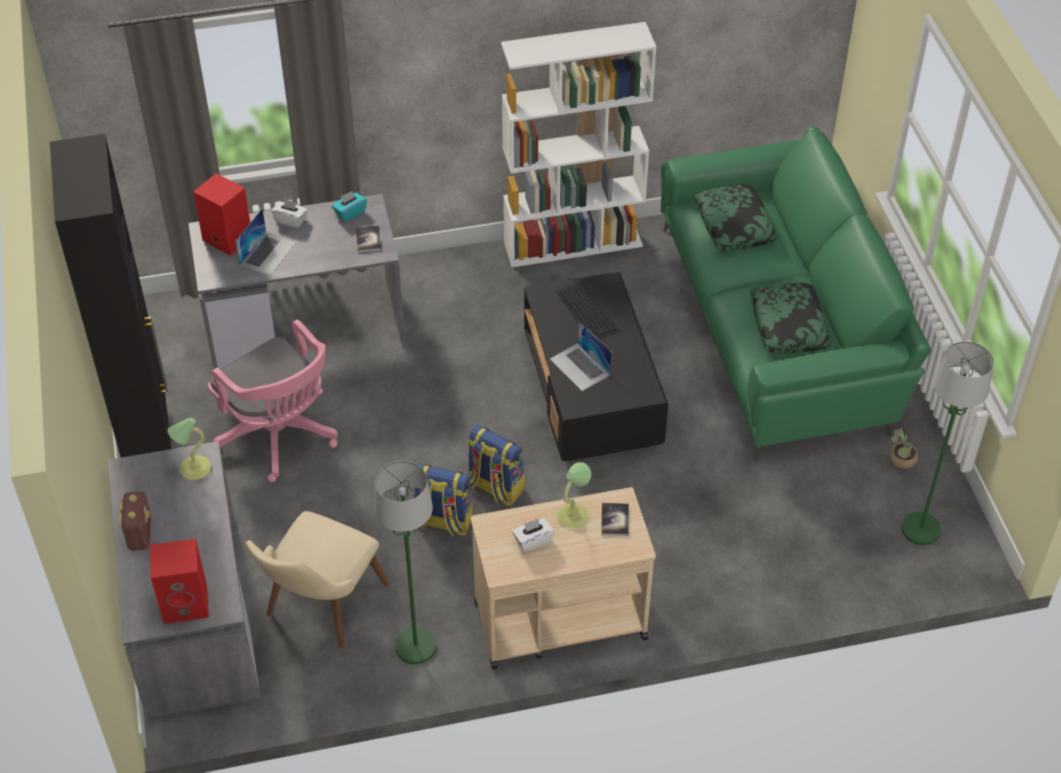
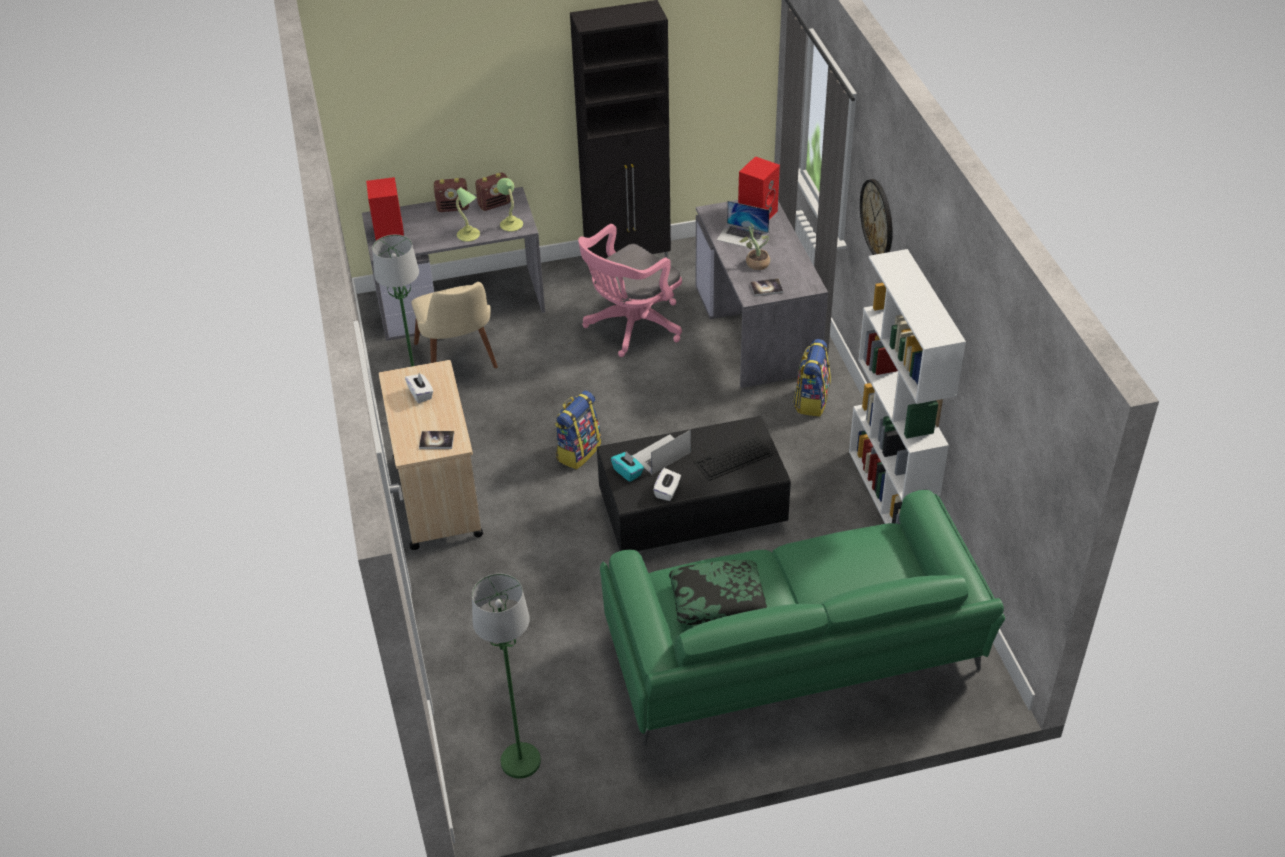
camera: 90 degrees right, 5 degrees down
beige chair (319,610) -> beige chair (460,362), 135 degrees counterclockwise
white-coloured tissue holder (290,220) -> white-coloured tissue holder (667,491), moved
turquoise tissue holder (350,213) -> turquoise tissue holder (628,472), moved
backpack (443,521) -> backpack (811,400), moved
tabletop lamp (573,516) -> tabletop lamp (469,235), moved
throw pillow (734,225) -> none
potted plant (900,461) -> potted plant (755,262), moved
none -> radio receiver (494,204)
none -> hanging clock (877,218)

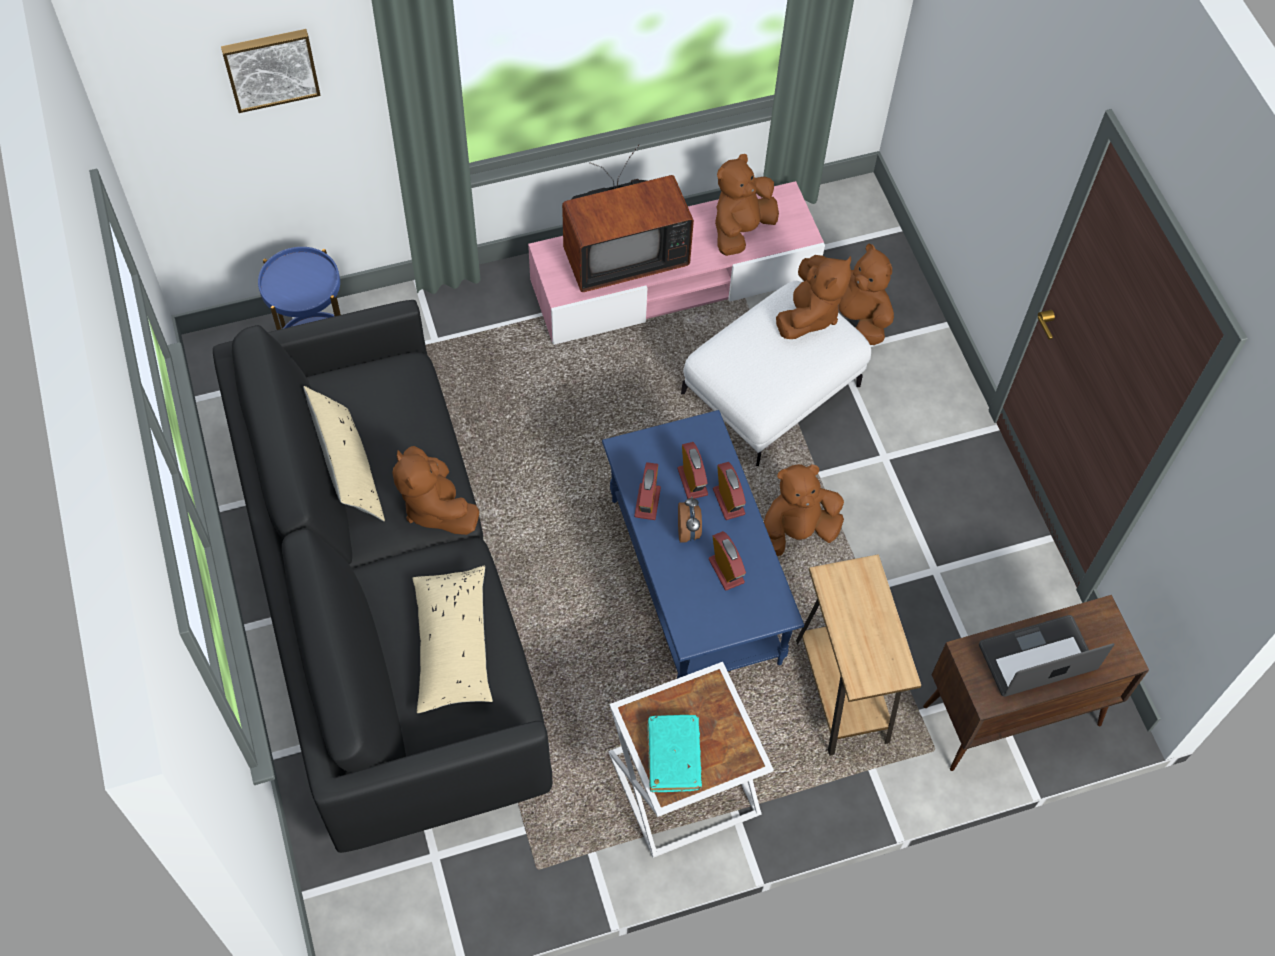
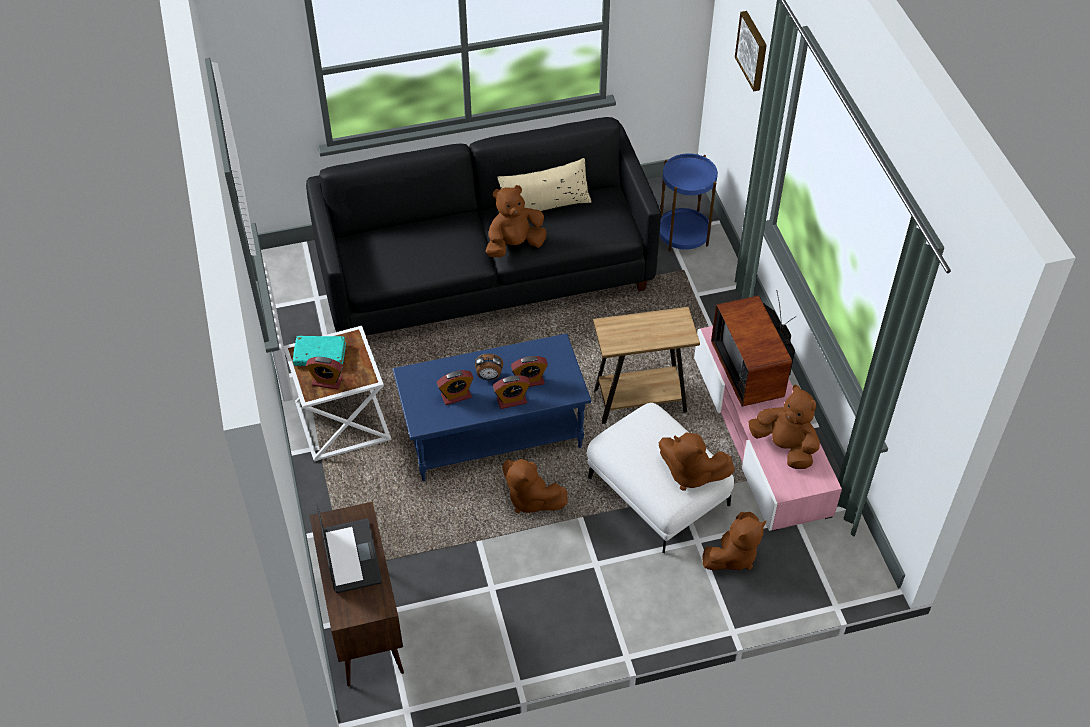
camera: 95 degrees right, 10 degrees down
beige throw pillow (453,645) -> none
alarm clock (647,502) -> alarm clock (327,382), moved
brown plush toy (796,532) -> brown plush toy (530,499), 150 degrees clockwise
brown side table (841,691) -> brown side table (640,402), moved

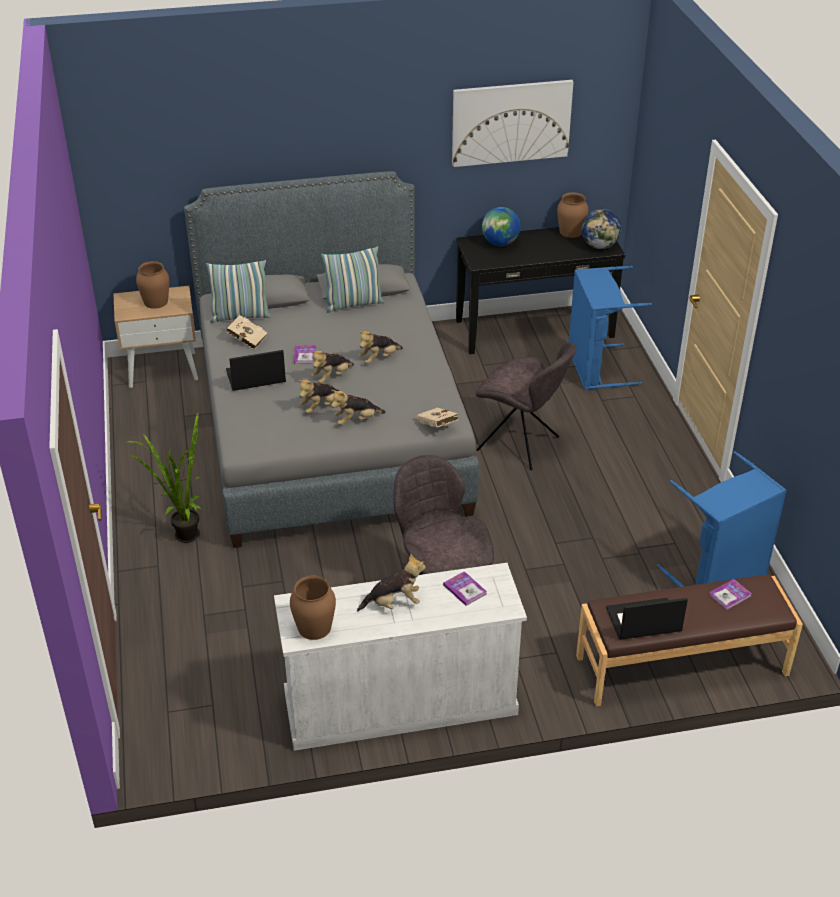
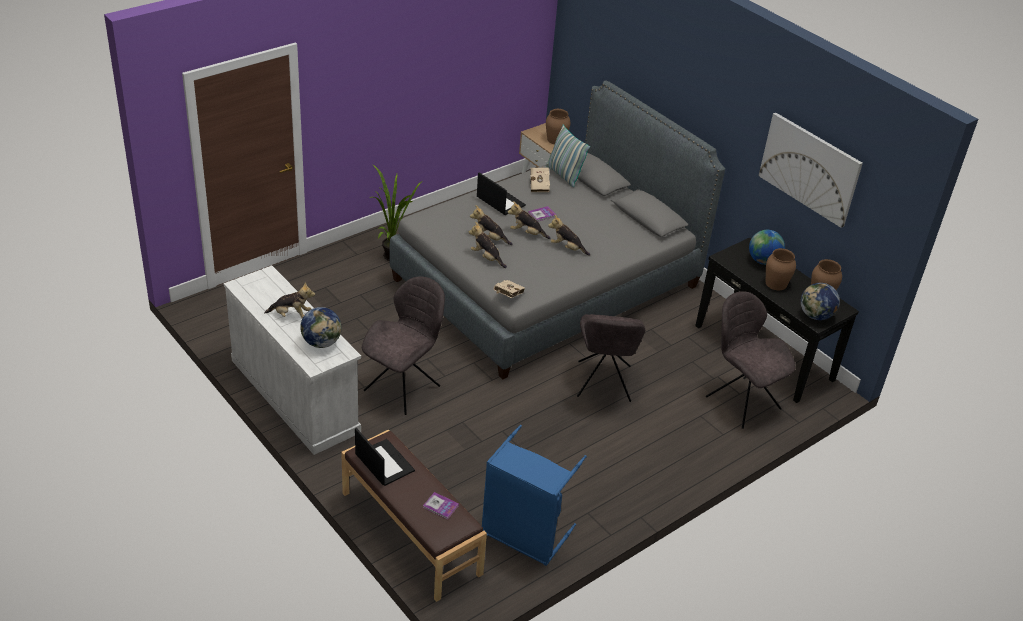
camera: 60 degrees right, 0 degrees up
brown vase (315,627) -> brown vase (776,284), moved
throw pillow (353,304) -> none
plush toy (394,603) -> plush toy (291,315), 45 degrees counterclockwise
book (465,589) -> globe (322,342)
bluish laundry basket (594,368) -> gray chair (741,401)

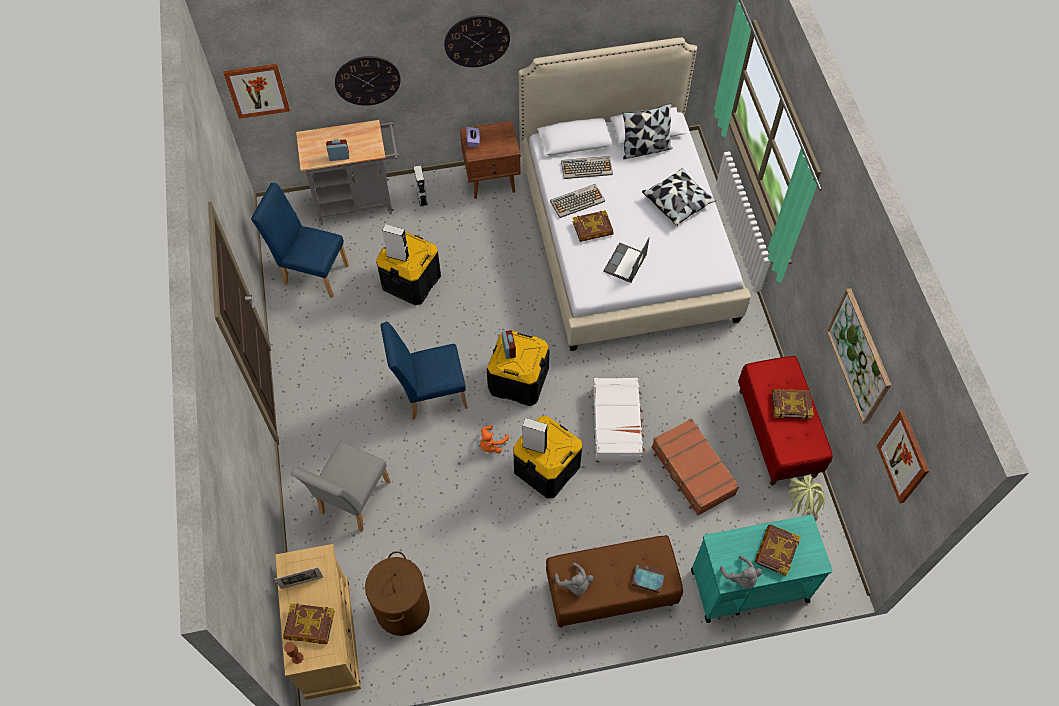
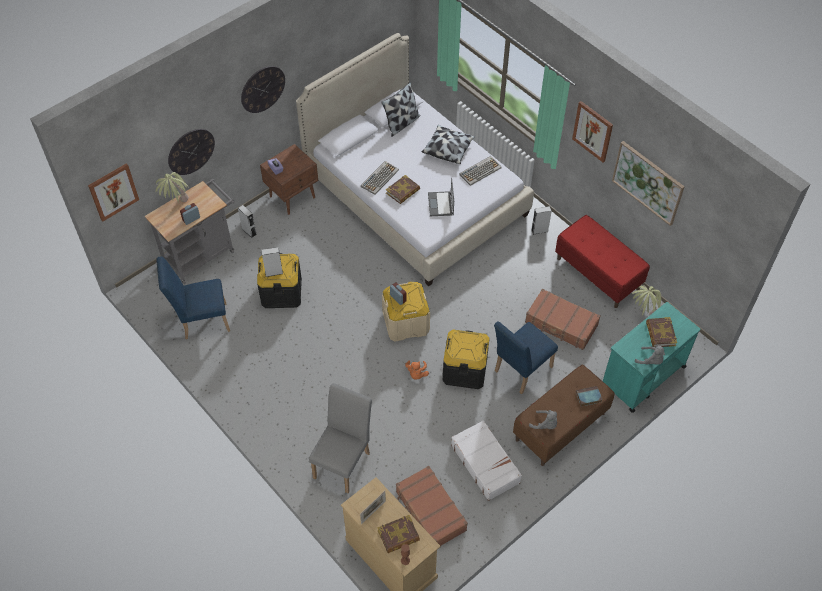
camera: 30 degrees left, 5 degrees down
gray chair (351,502) -> gray chair (344,461), 150 degrees counterclockwise
brown laundry basket (403,609) -> brown travel case (430,511)
bluish chair (429,394) -> bluish chair (520,371), moved
black storage box (518,380) -> beige storage box (405,322)
gray speaker (534,446) -> gray speaker (539,230), moved
computer keyboard (587,168) -> computer keyboard (480,171), moved
white-coloured travel case (617,424) -> white-coloured travel case (485,463), moved
book (791,404) -> none
wall picture (904,457) -> wall picture (593,131), moved
none -> potted plant (177,206)

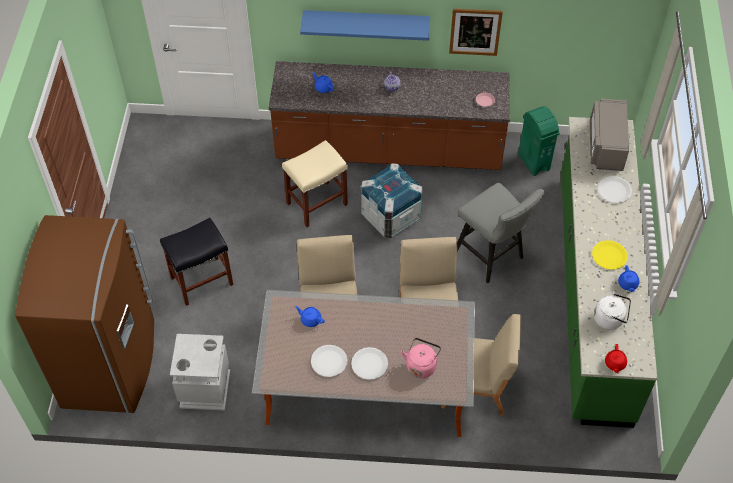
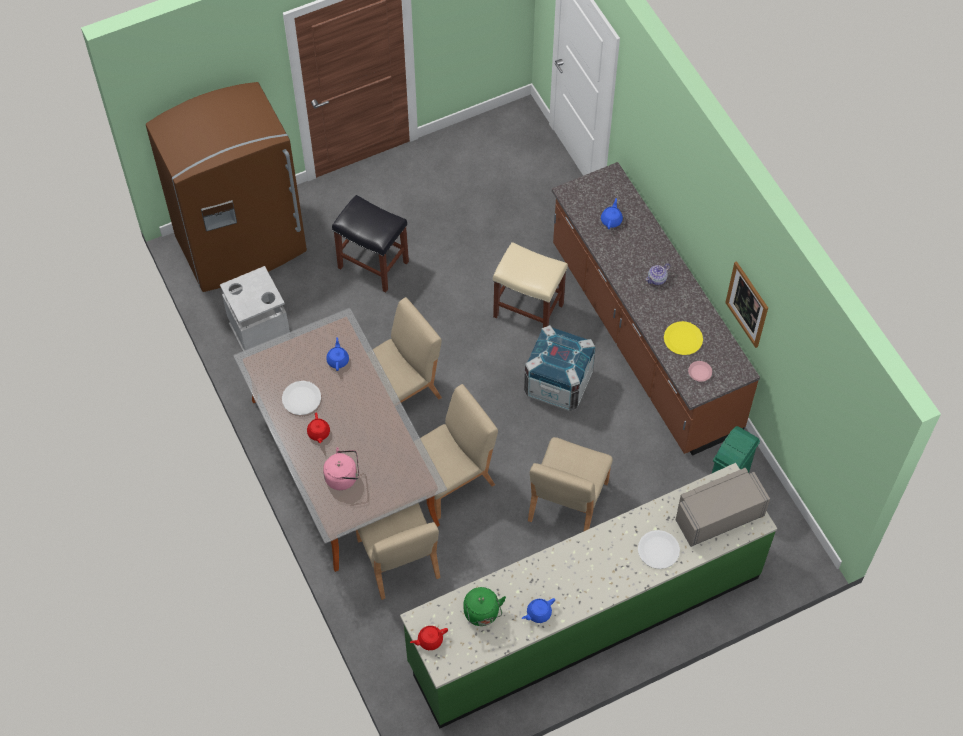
camera: 60 degrees right, 5 degrees up
bluish bracket shelf (366,22) -> none
white-coloured plate (369,364) -> reddish tea pot (318,433)
gray sitting stool (492,258) -> beige chair (567,502)
yellowish plate (609,255) -> yellowish plate (683,339), moved
white-coloured tea kettle (610,319) -> green tea kettle (482,614)

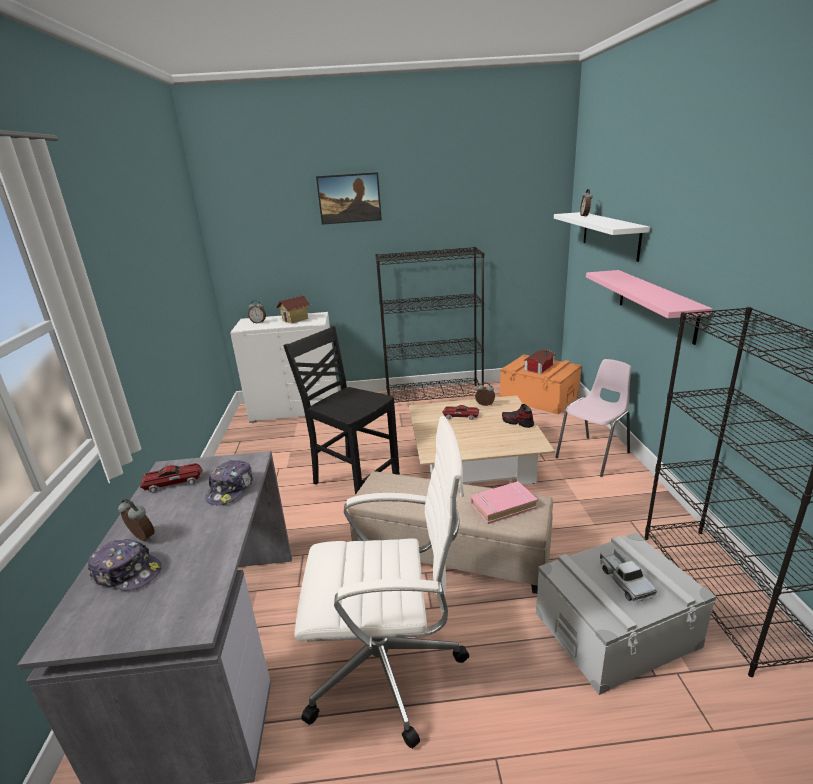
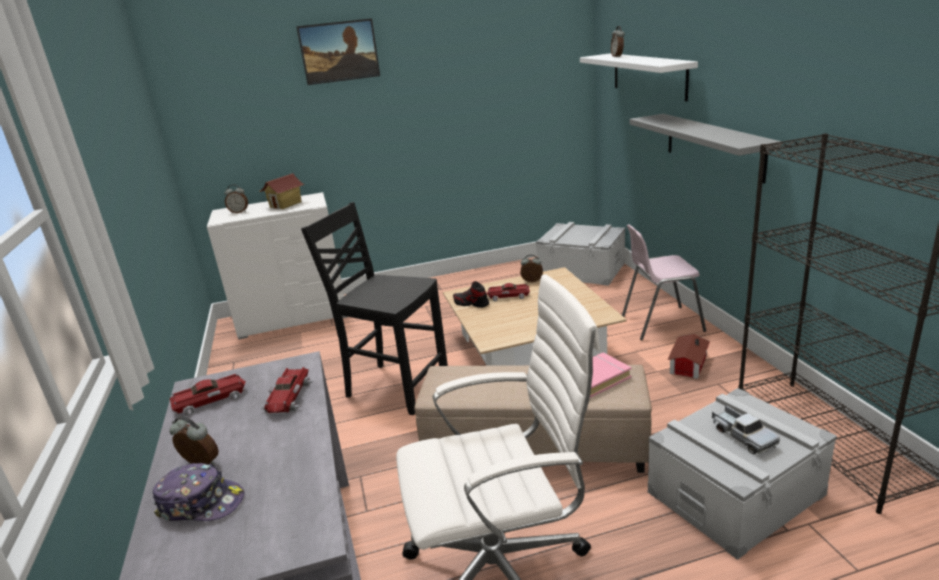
camera: 10 degrees left, 0 degrees up
peaked cap (231,489) -> miniature car (289,397)
black shelving unit (434,395) -> none
orange storage box (539,397) -> gray storage box (582,270)
item of footwear (517,423) -> item of footwear (471,303), moved
miniature house (538,367) -> miniature house (686,364), moved
pink-coloured chair (594,455) -> pink-coloured chair (660,323), 135 degrees counterclockwise
pink-coloured bracket shelf (656,304) -> gray bracket shelf (713,146)

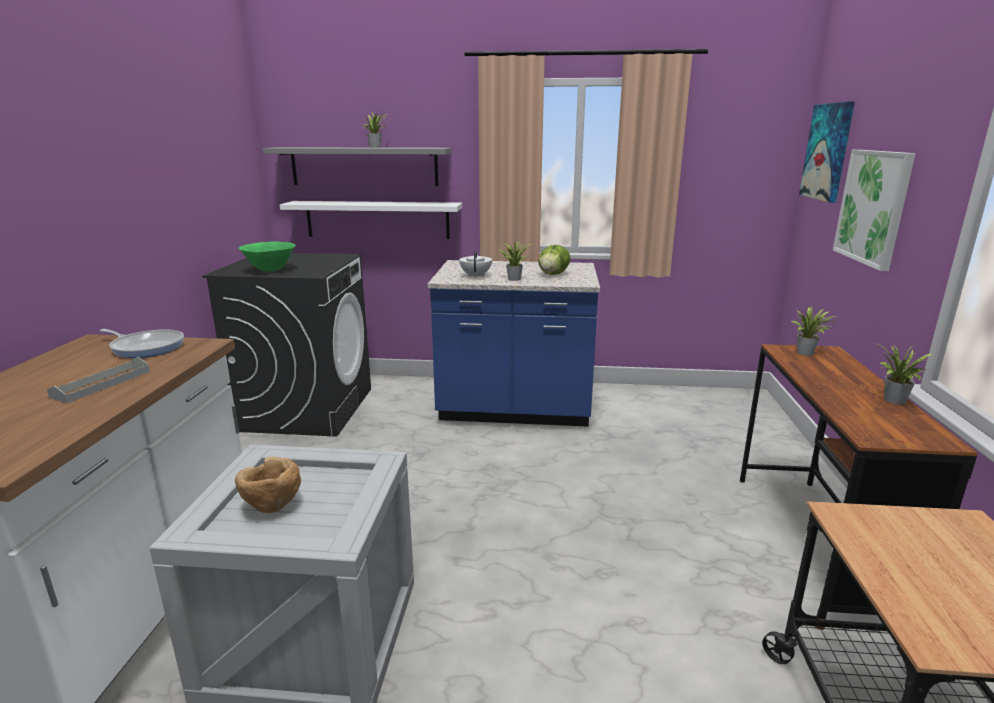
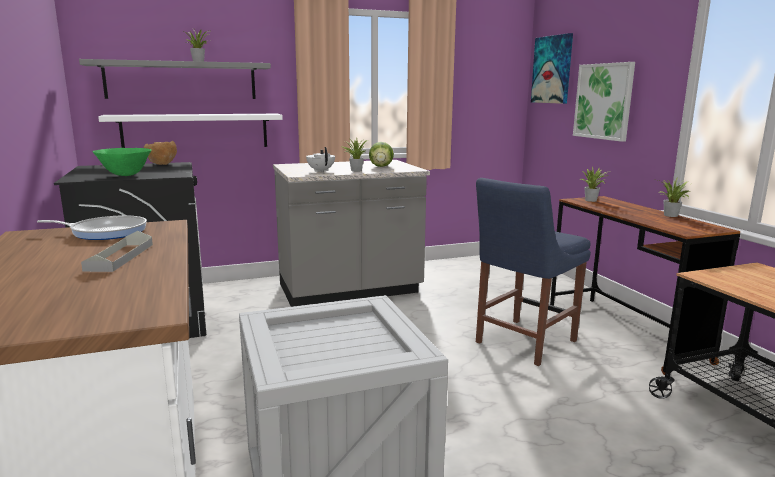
camera: 25 degrees left, 5 degrees down
brown deep dish (271,507) -> brown deep dish (162,164), moved
bluish kitchen base unit (514,409) -> gray kitchen base unit (350,290)
none -> bluish chair (522,343)

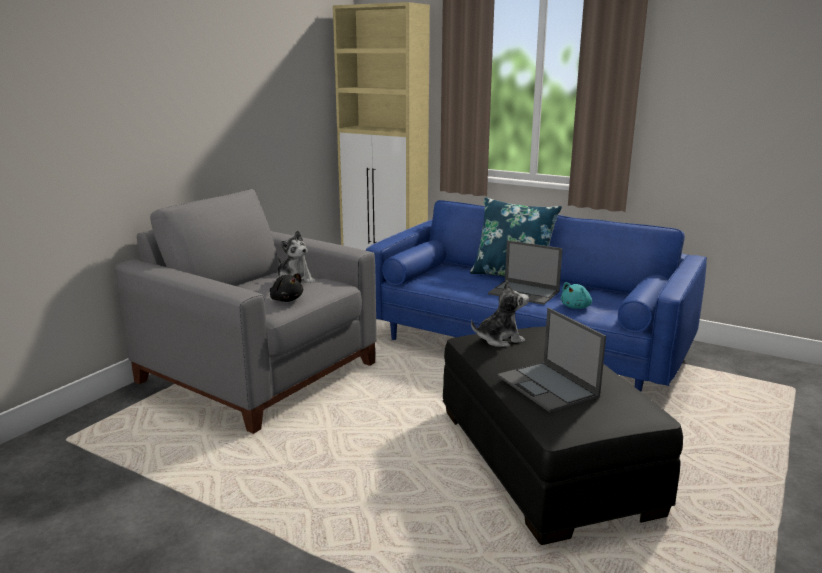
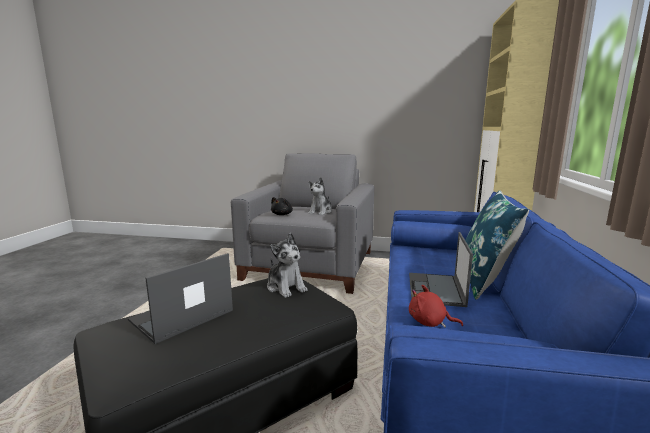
camera: 70 degrees right, 5 degrees down
turquoise plush toy (576,307) -> reddish plush toy (430,322)

